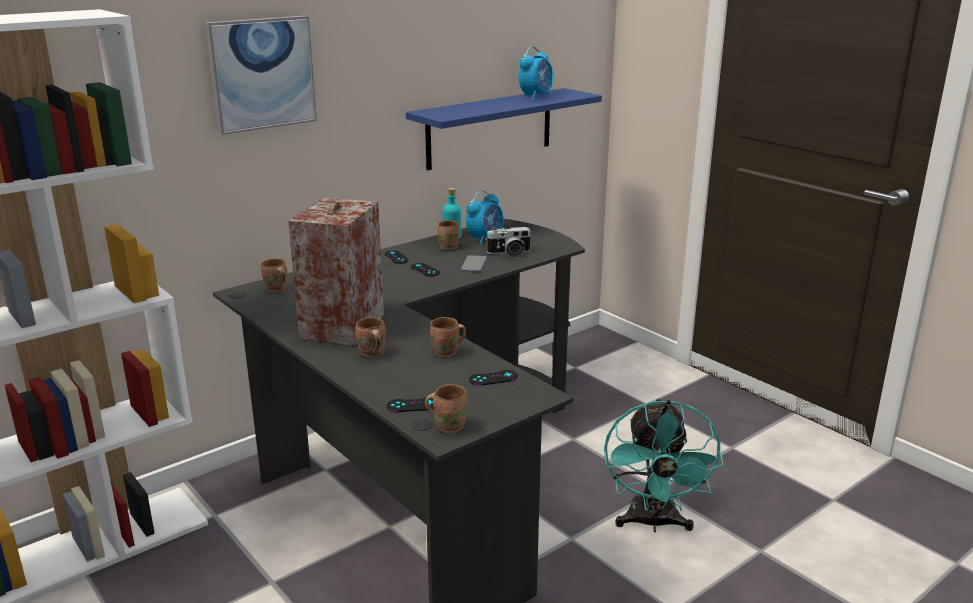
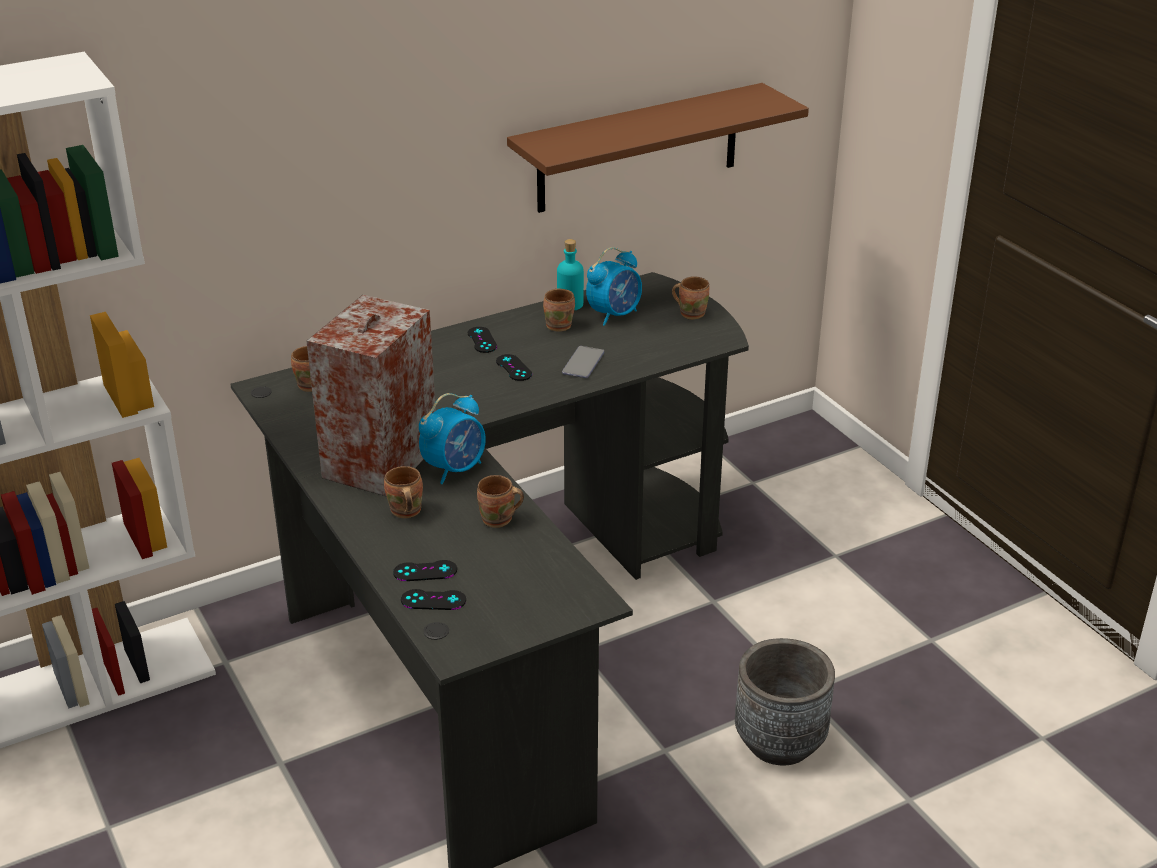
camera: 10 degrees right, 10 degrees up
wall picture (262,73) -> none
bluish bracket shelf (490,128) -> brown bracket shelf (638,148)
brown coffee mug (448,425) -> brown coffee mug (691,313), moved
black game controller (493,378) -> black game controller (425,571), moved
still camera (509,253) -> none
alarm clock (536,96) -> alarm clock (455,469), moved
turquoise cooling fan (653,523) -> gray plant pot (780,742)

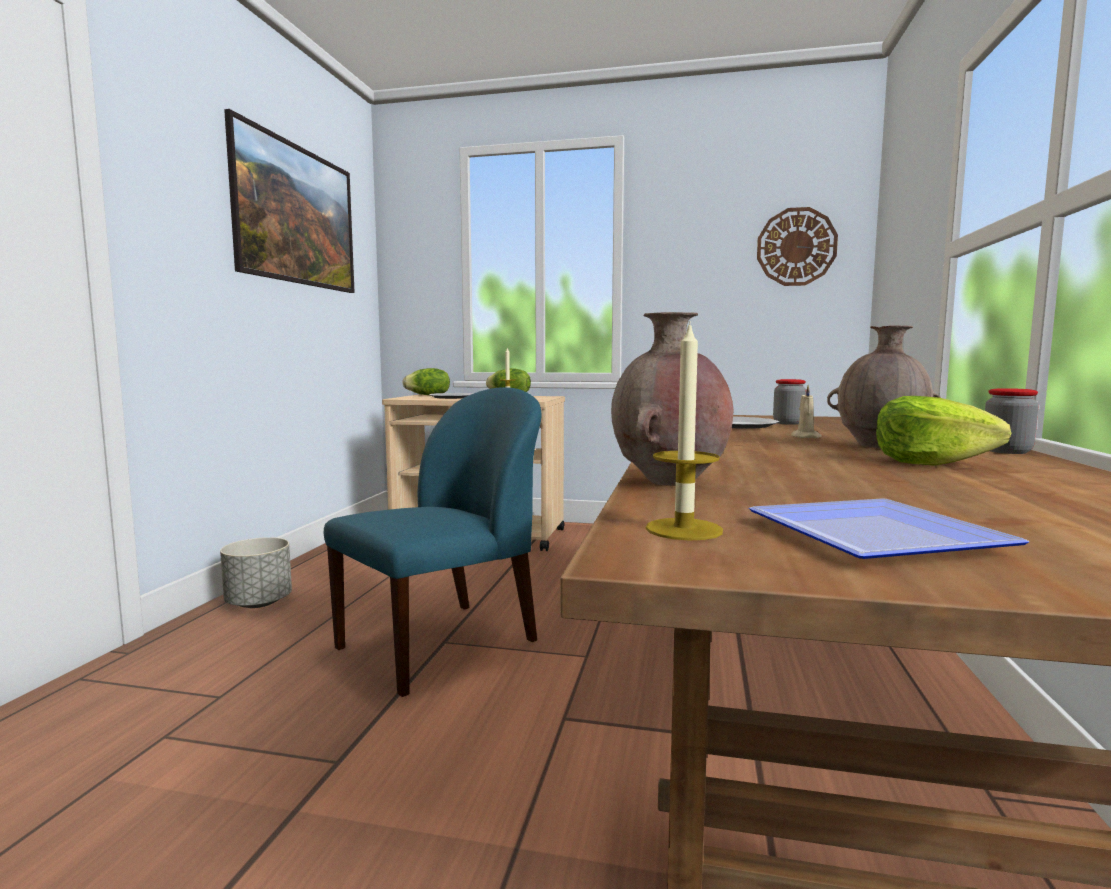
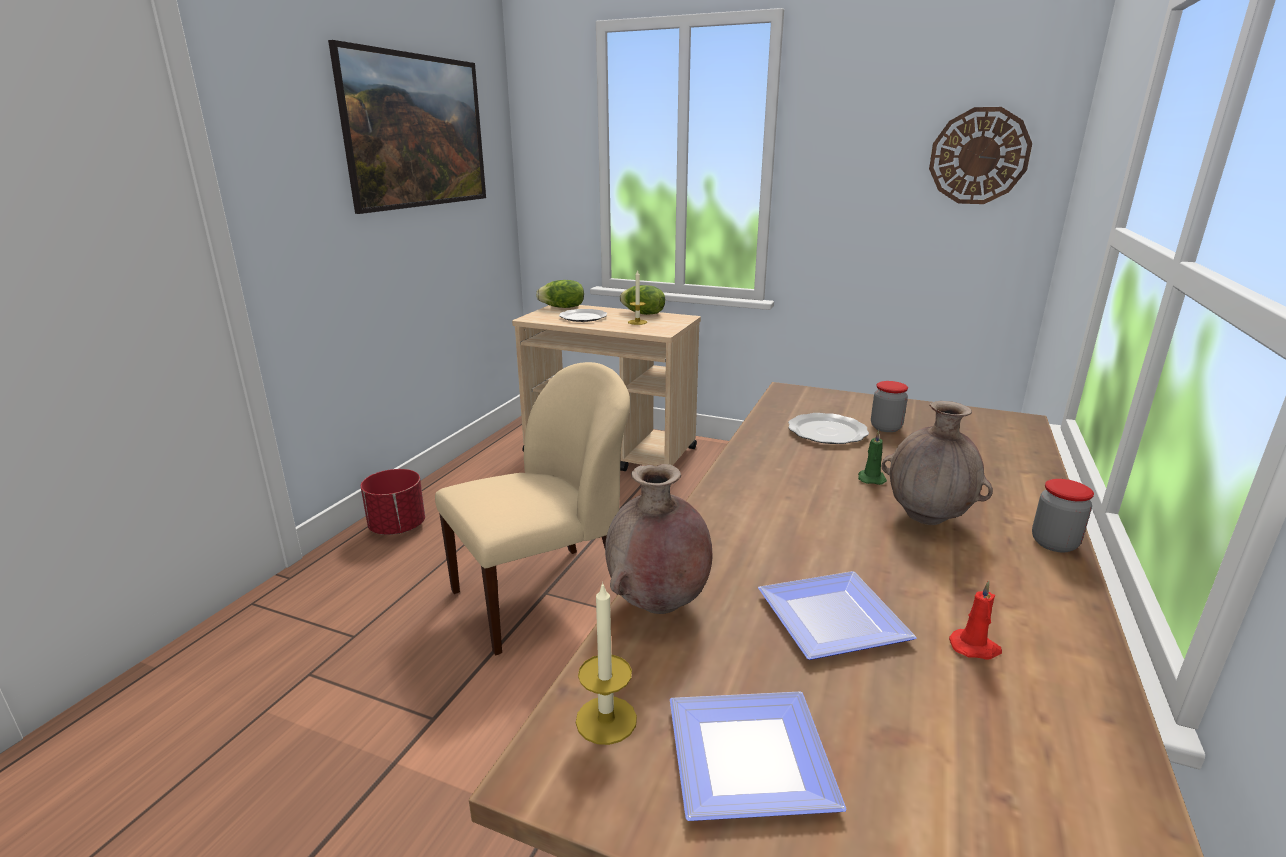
camera: 10 degrees right, 15 degrees up
gray plant pot (259,603) -> reddish plant pot (398,528)
bluish chair (442,644) -> beige chair (542,595)
beige wax light (804,437) -> green wax light (871,478)
lettuce (929,463) -> none
none -> plate (830,622)
none -> reddish wax light (975,647)

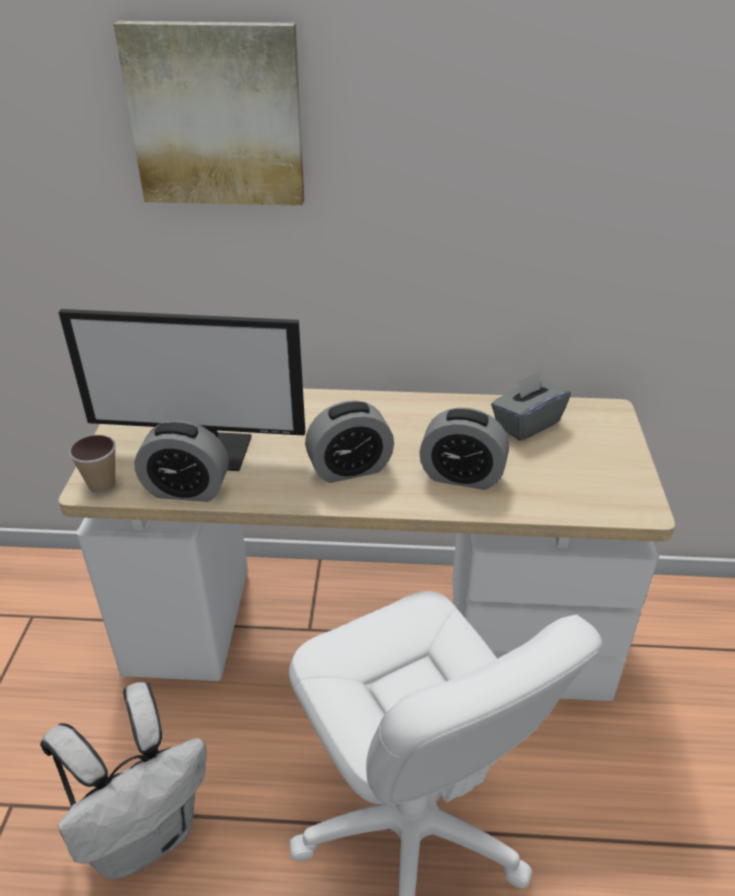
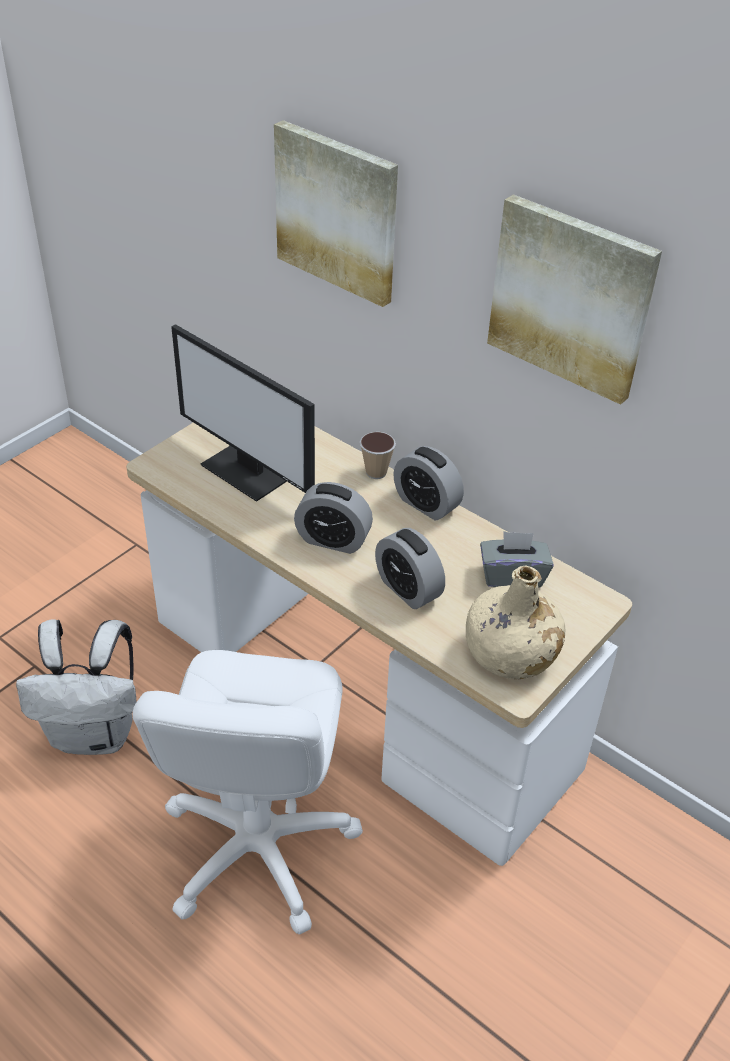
camera: 35 degrees right, 5 degrees up
drinking cup (102,485) -> drinking cup (376,472), moved
alarm clock (187,490) -> alarm clock (426,504), moved
none -> beige beverage bottle (510,653)
none -> wall picture (571,297)

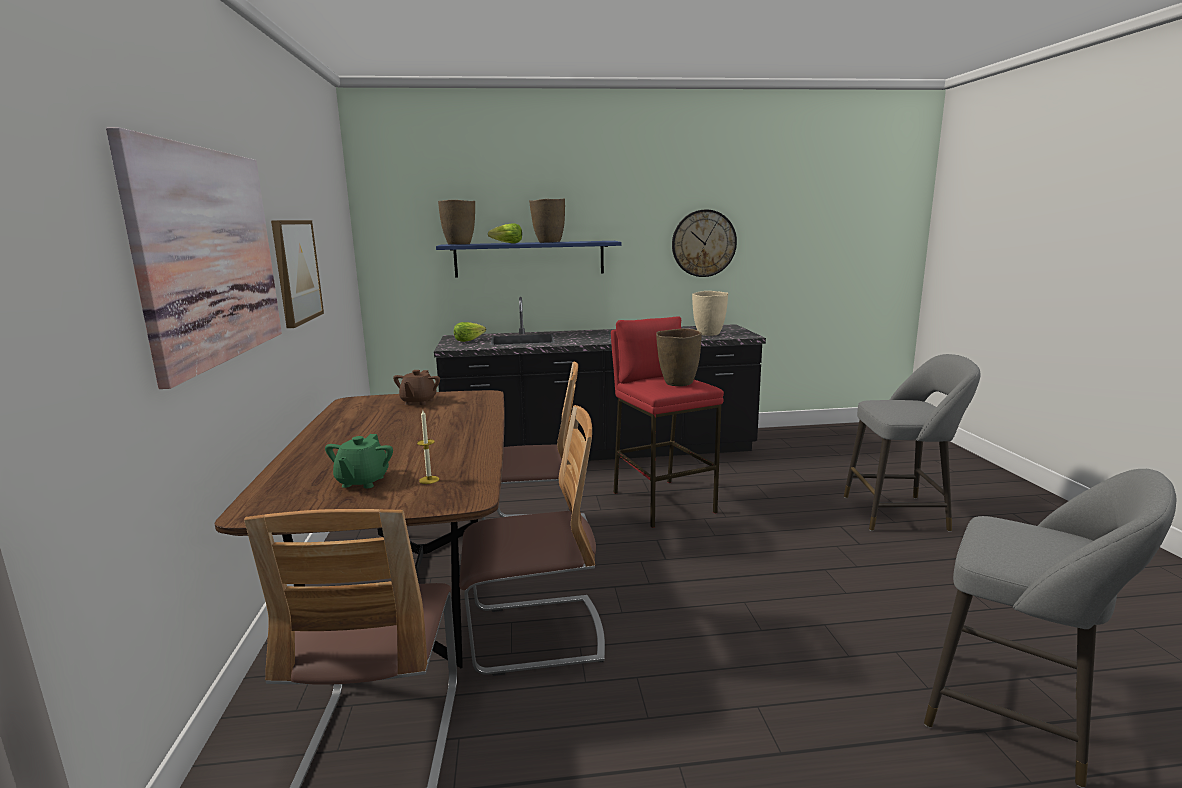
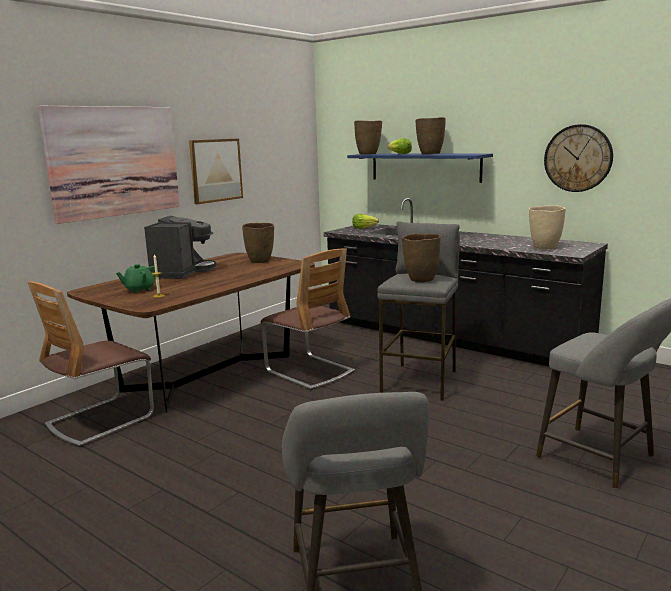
camera: 45 degrees right, 0 degrees up
brown tea pot (418,402) -> brown vase (260,261)
chair (535,635) -> none
reddish sitting stool (662,502) -> gray sitting stool (420,381)
none -> coffee maker (181,272)

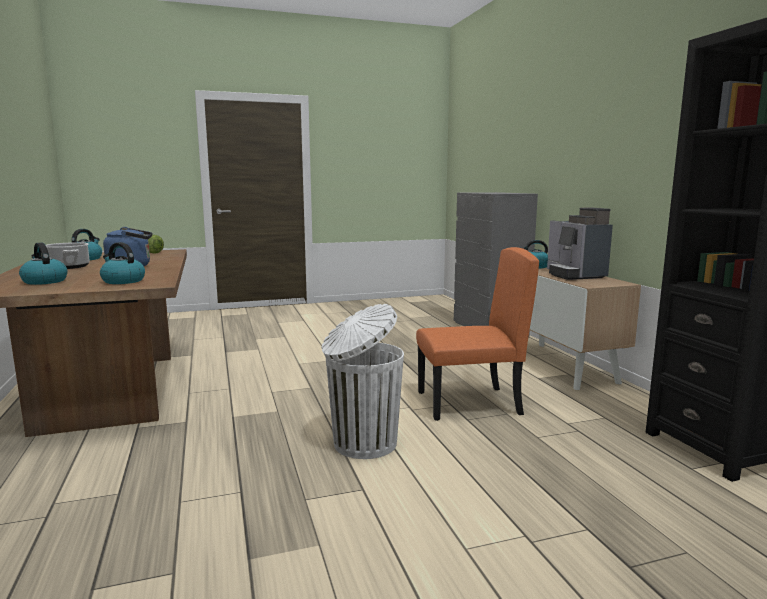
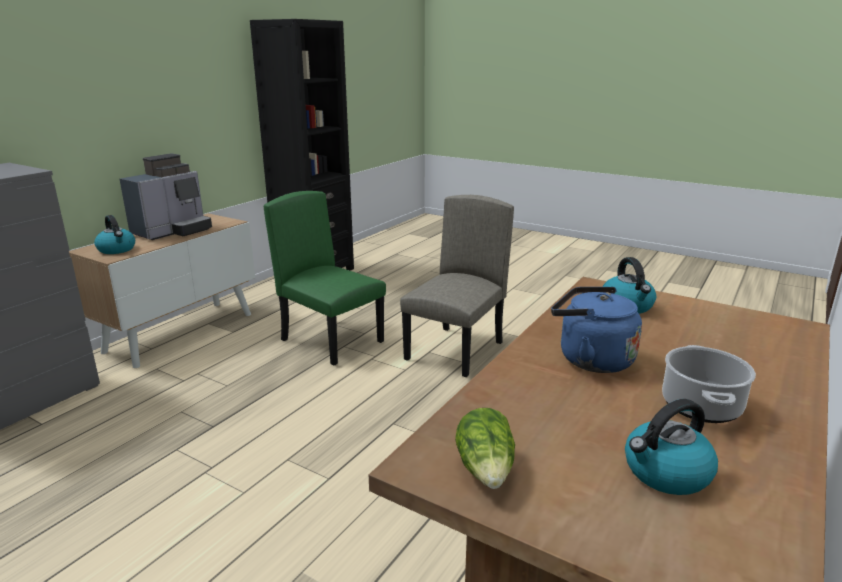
camera: 130 degrees left, 10 degrees up
tea kettle (44,281) -> none
white-coloured waste bin (363,443) -> beige chair (455,351)
orange chair (469,403) -> green chair (332,340)

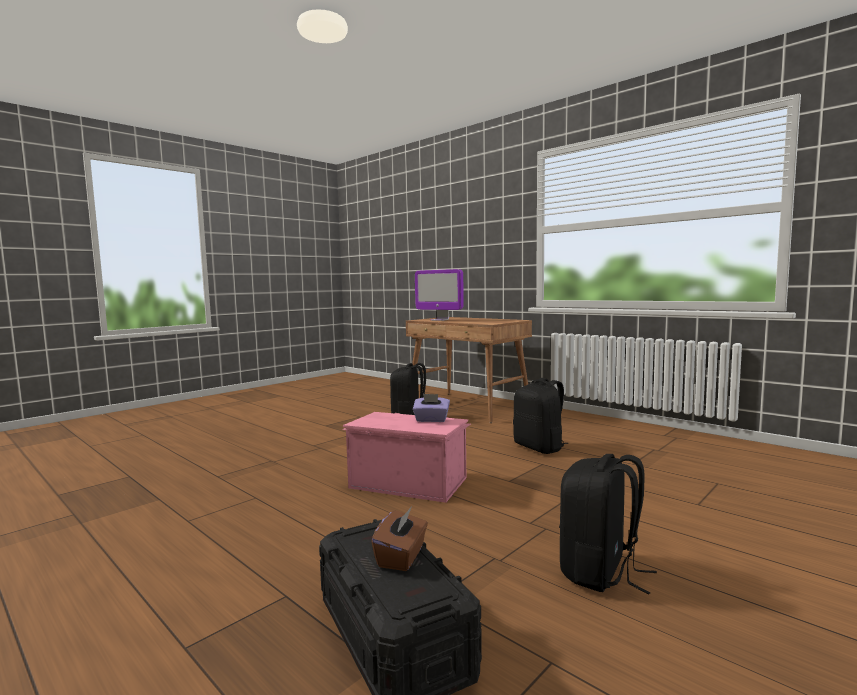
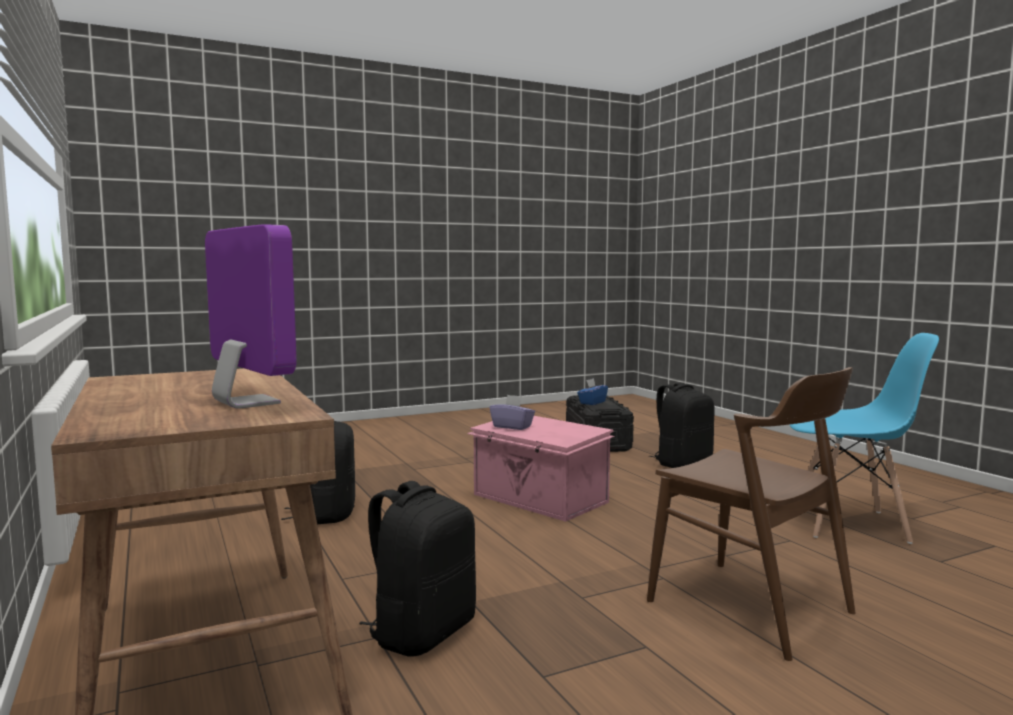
camera: 160 degrees left, 0 degrees up
brown tissue holder (402,557) -> bluish tissue holder (592,402)
black backpack (600,572) -> black backpack (682,463), moved
none -> brown chair (750,606)
none -> bluish chair (850,524)

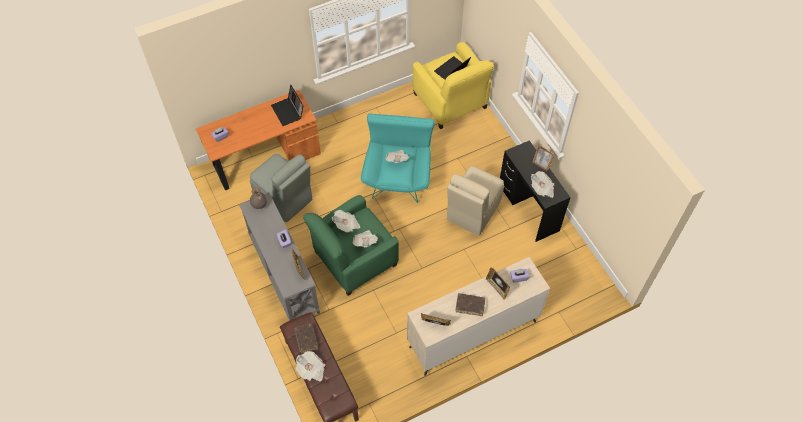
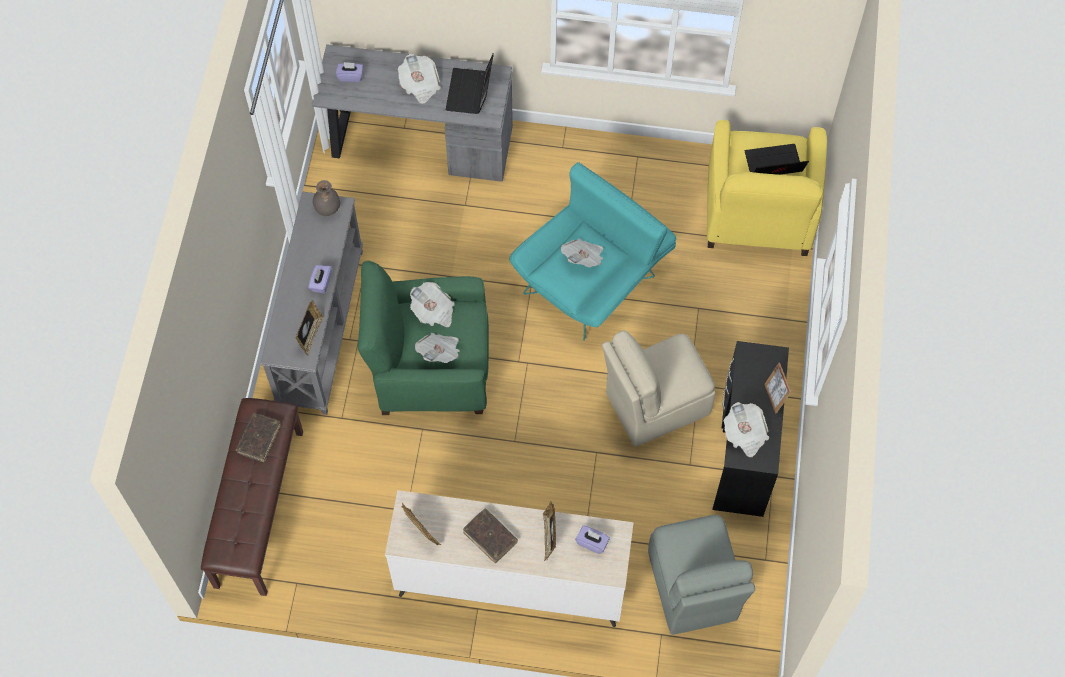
camera: 35 degrees right, 5 degrees up
orange desk table (264,158) -> gray desk table (418,142)
gray chair (284,199) -> gray chair (692,589), moved
printed paper (311,370) -> printed paper (420,85), moved

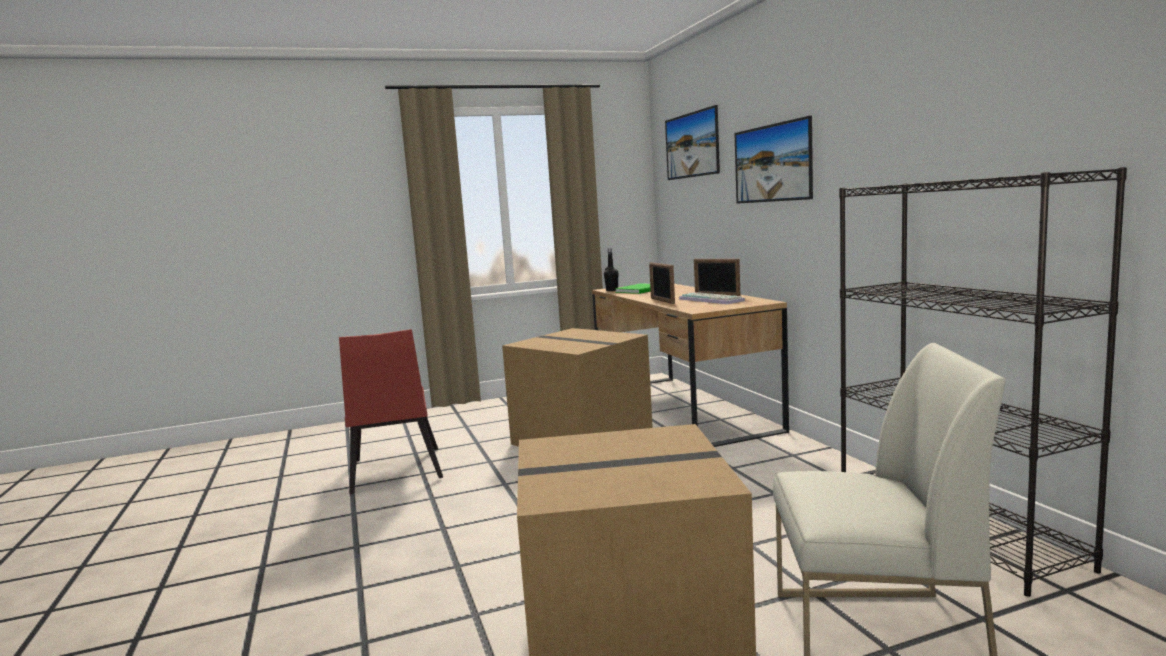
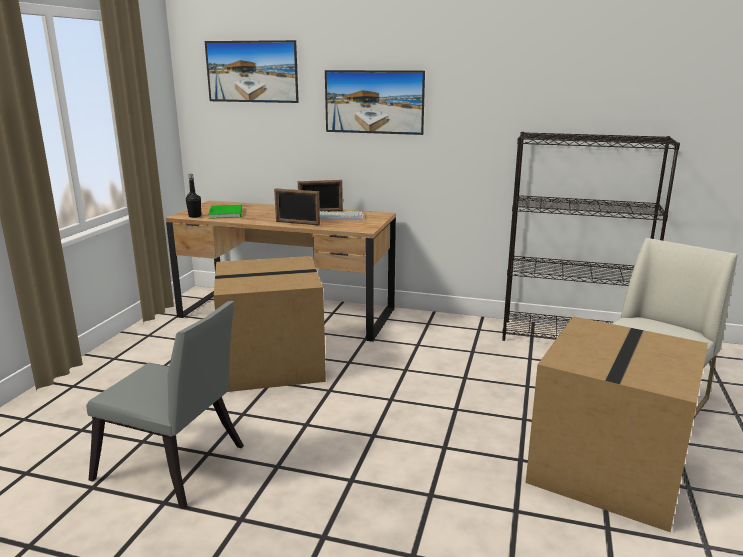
camera: 55 degrees left, 10 degrees up
reddish chair (395,472) -> gray chair (176,467)

